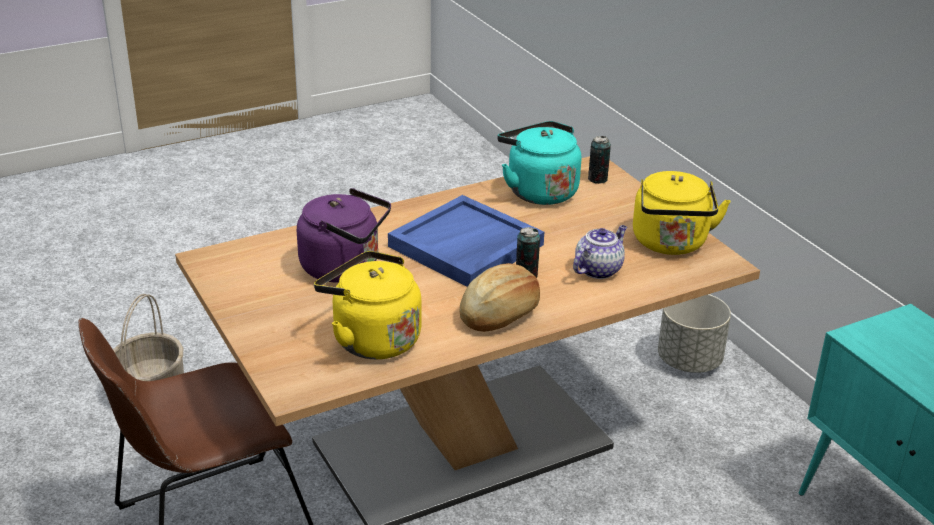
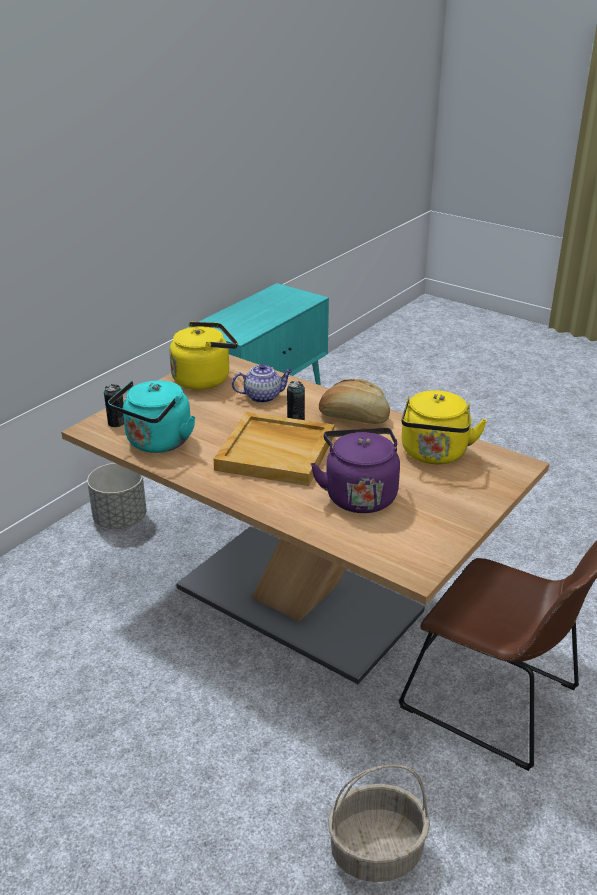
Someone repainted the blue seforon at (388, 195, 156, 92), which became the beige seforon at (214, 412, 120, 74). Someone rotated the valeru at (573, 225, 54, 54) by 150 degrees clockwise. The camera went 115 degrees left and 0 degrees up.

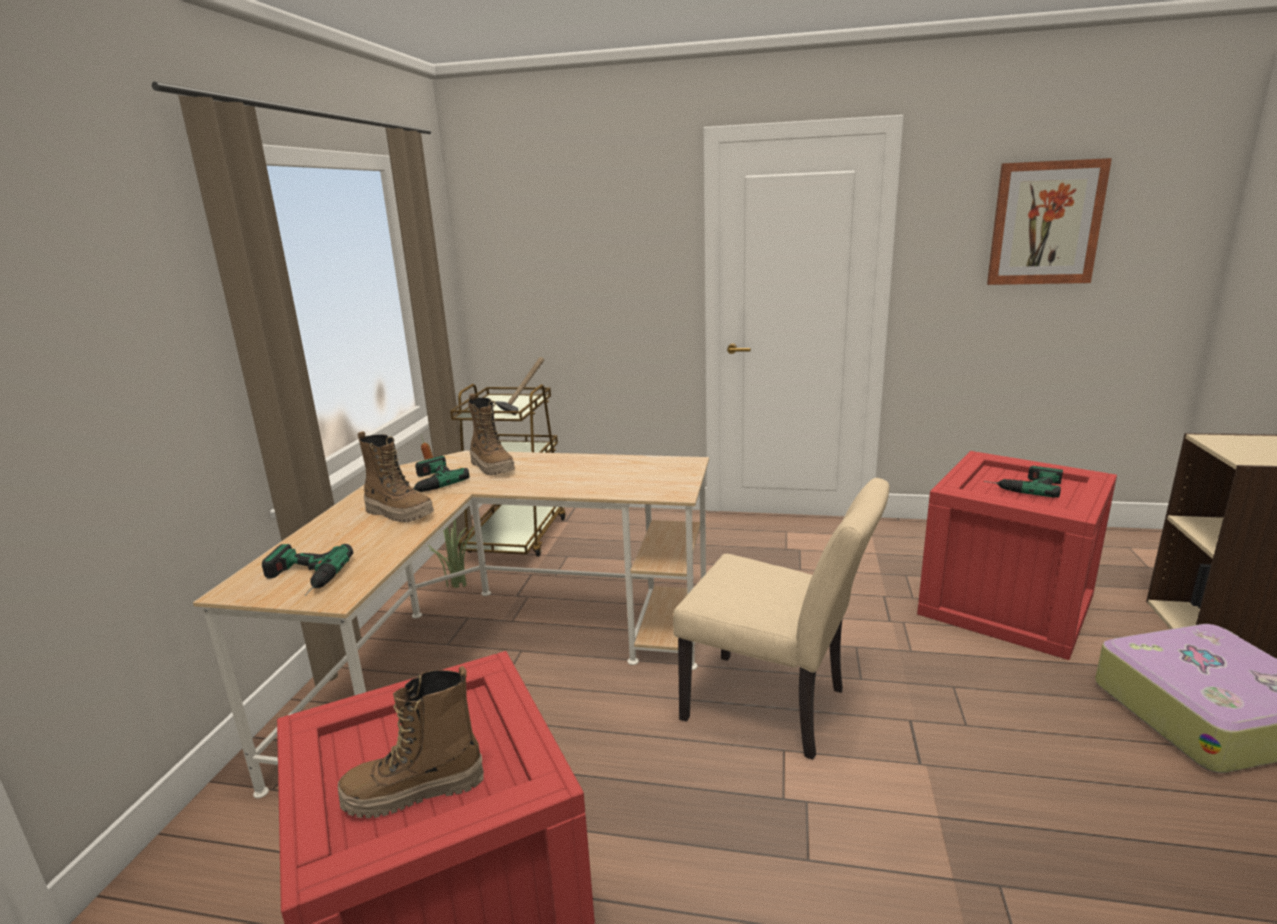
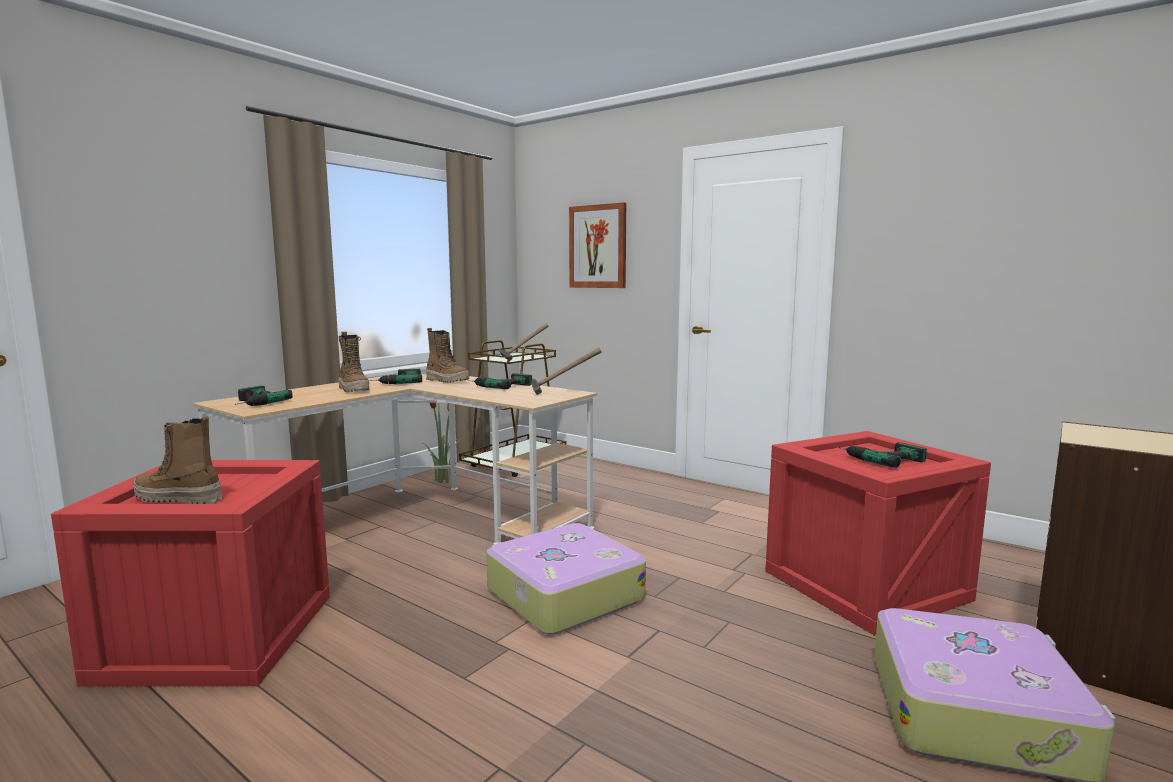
Someone put down the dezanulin at (468, 373, 64, 16). Someone put down the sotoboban at (531, 347, 71, 48). Someone carried the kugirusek from (987, 158, 125, 127) to (569, 202, 57, 86). Someone swapped the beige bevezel at (673, 478, 216, 282) for the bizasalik at (486, 523, 160, 112). Someone rotated the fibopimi at (468, 394, 47, 82) by 45 degrees counterclockwise. The camera went 25 degrees right and 10 degrees down.

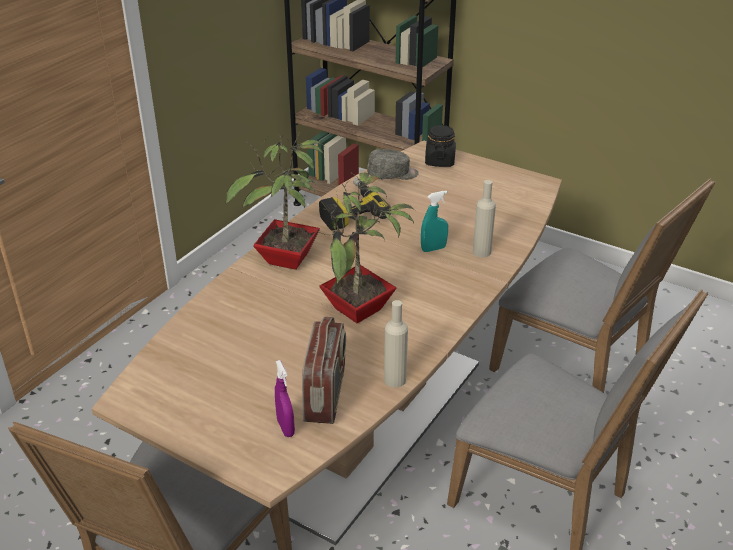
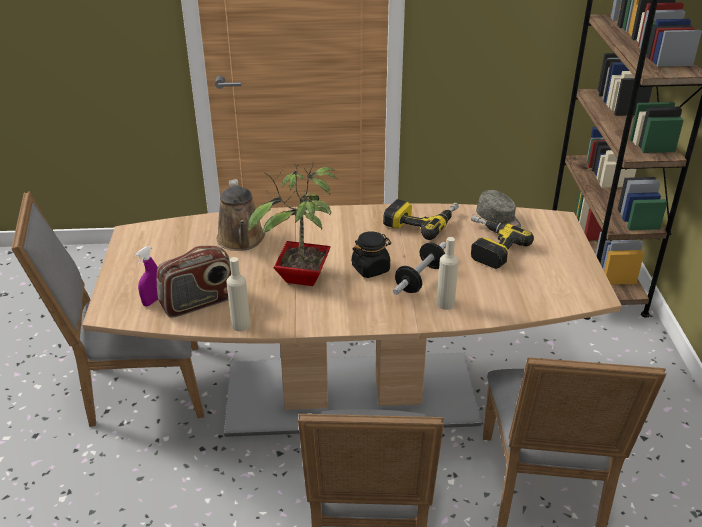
Someone took away the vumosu at (226, 132, 98, 138). Someone put down the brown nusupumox at (217, 179, 48, 72). Someone put down the dezanulin at (471, 215, 63, 54). Someone carried the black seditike from (425, 125, 31, 42) to (351, 231, 40, 47). Someone swapped the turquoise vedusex at (421, 191, 27, 61) for the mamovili at (393, 242, 53, 53). The camera went 55 degrees right and 0 degrees up.

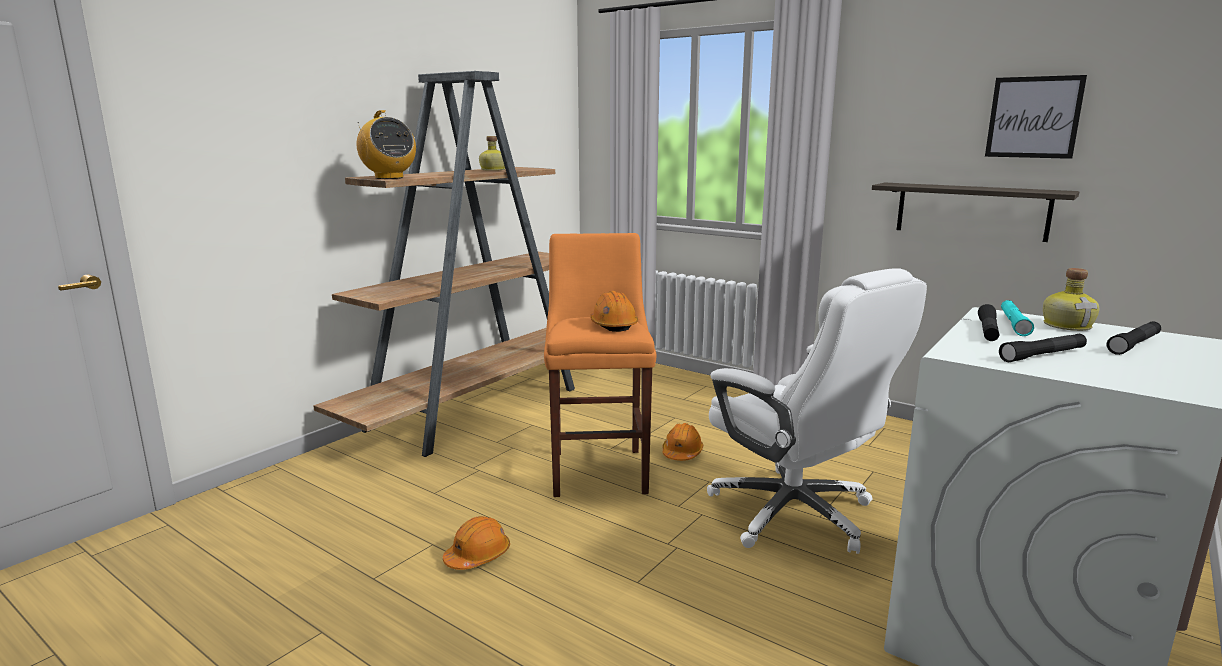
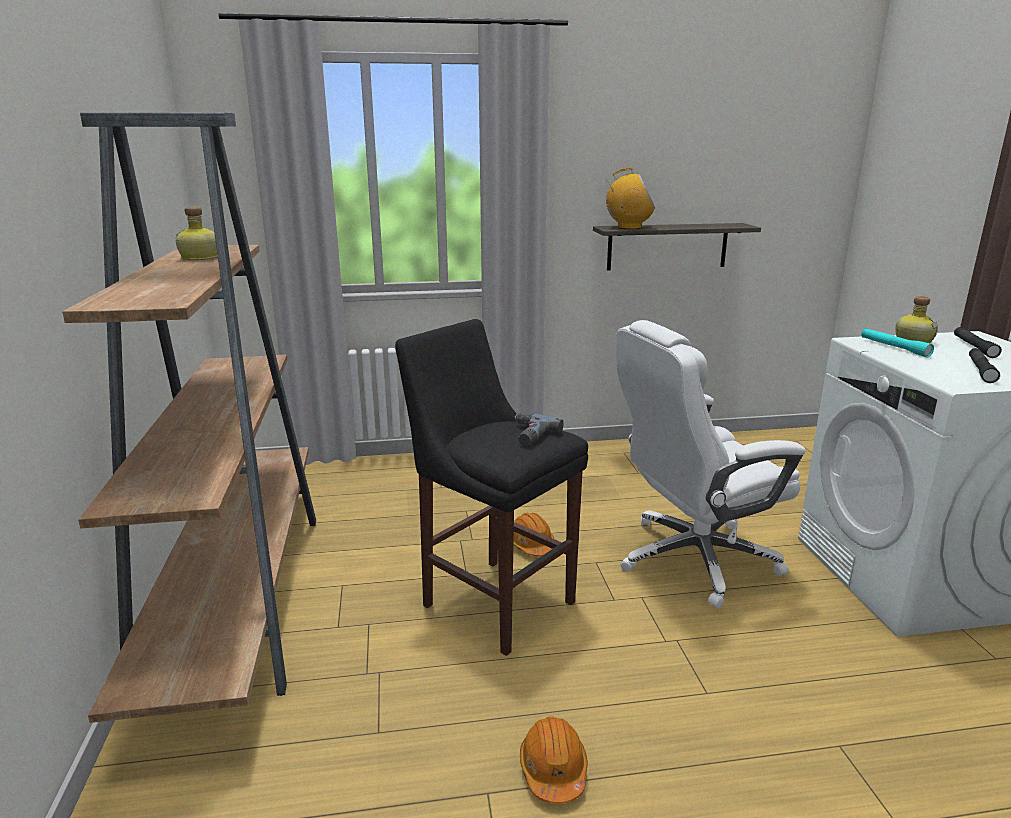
Someone took away the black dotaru at (978, 304, 21, 37). Someone took away the kugirusek at (985, 75, 102, 84). Someone carried the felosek from (357, 110, 59, 69) to (606, 168, 49, 61). Someone swapped the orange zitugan at (590, 291, 48, 41) for the dezanulin at (515, 412, 49, 34). Someone repainted the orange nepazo at (544, 233, 112, 264), which became the black nepazo at (395, 319, 193, 337). Someone rotated the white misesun at (707, 268, 220, 286) by 150 degrees clockwise. The camera went 45 degrees left and 5 degrees up.

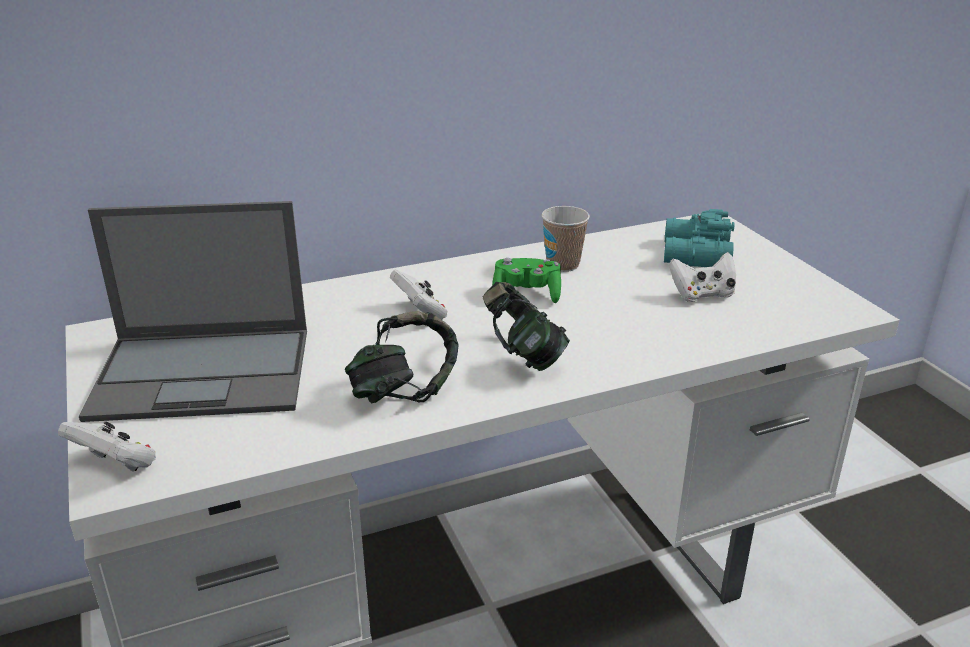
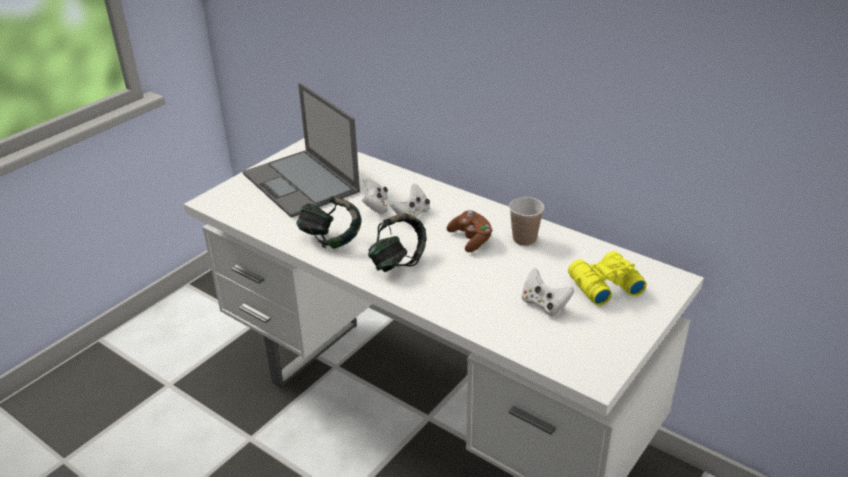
Someone carried the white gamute from (58, 422, 98, 50) to (362, 177, 26, 37). Someone repainted the green gamute at (492, 258, 69, 45), which became the brown gamute at (447, 211, 46, 41). Someone repainted the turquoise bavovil at (664, 209, 71, 58), which became the yellow bavovil at (568, 251, 79, 55). The camera went 60 degrees right and 5 degrees up.

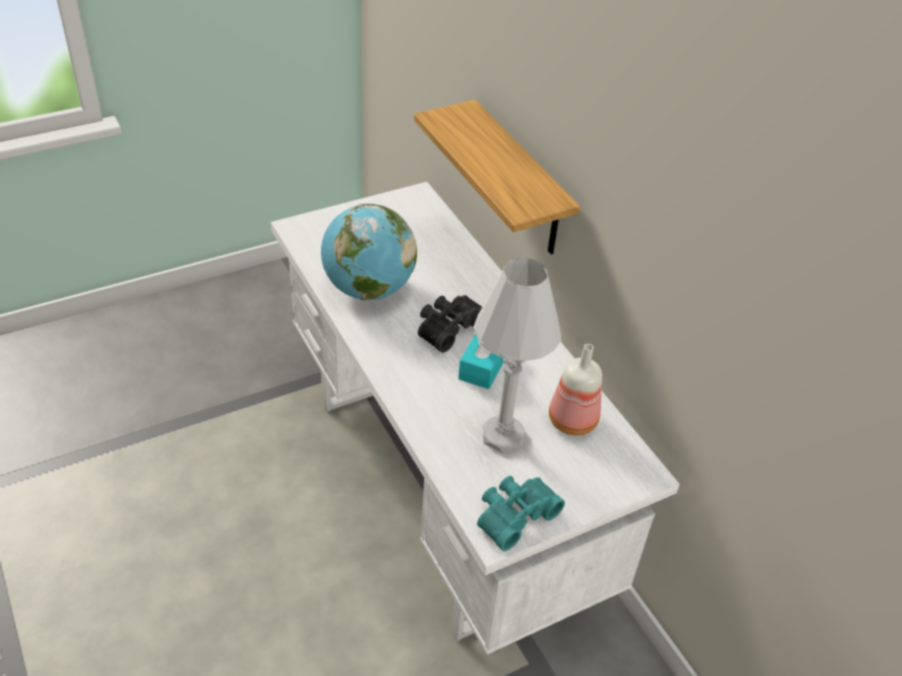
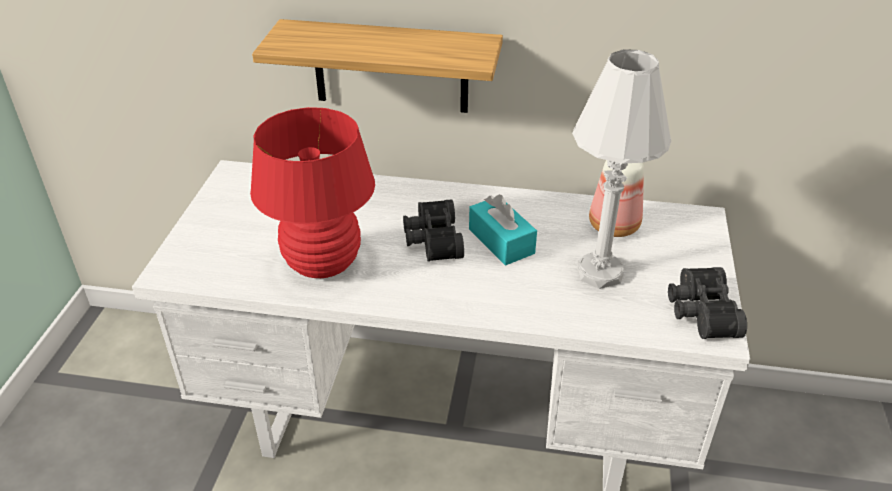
Someone swapped the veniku at (321, 204, 96, 96) for the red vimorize at (250, 107, 125, 171). Someone repainted the turquoise bavovil at (477, 476, 88, 75), which became the black bavovil at (668, 267, 79, 72). The camera went 50 degrees left and 5 degrees down.

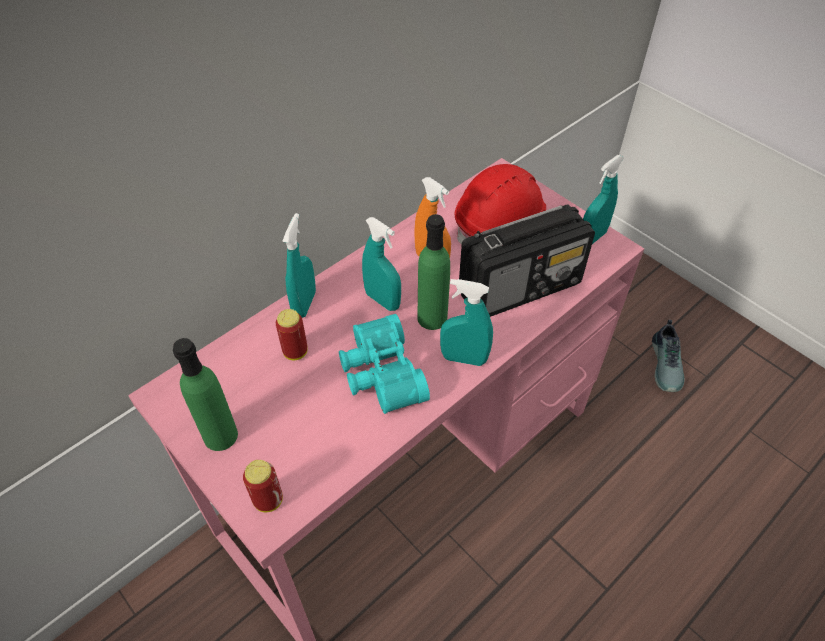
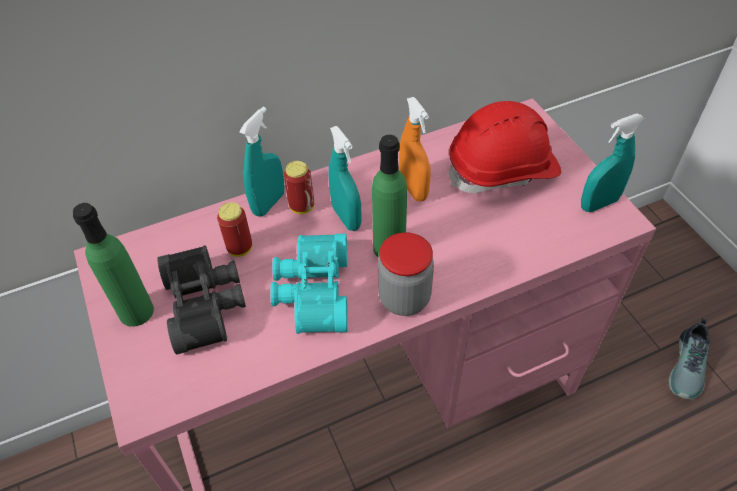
Someone took away the felosek at (459, 205, 136, 112). Someone put down the black bavovil at (157, 245, 89, 110). Someone carried the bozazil from (243, 460, 40, 52) to (284, 161, 30, 53). Someone swapped the turquoise vedusex at (440, 279, 53, 87) for the seditike at (378, 232, 56, 84). The camera went 20 degrees right and 0 degrees up.

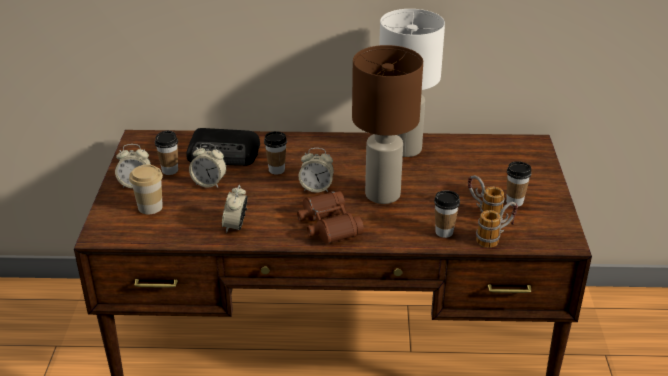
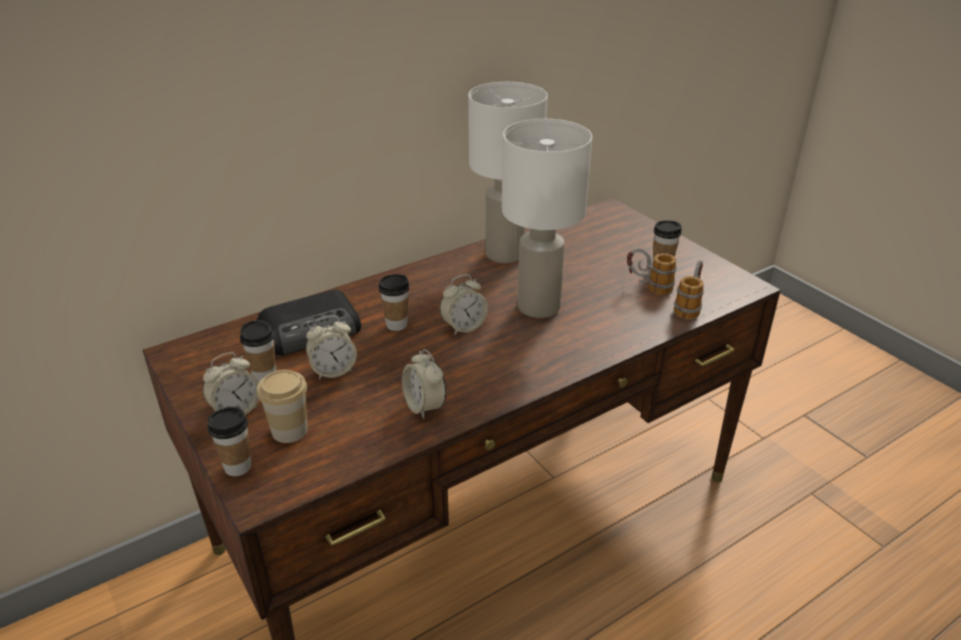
Someone took away the brown bavovil at (297, 191, 67, 53). Someone carried the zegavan from (434, 191, 26, 47) to (208, 407, 43, 69). Someone repainted the brown vimorize at (352, 45, 71, 159), which became the white vimorize at (502, 119, 90, 199). The camera went 35 degrees left and 0 degrees up.

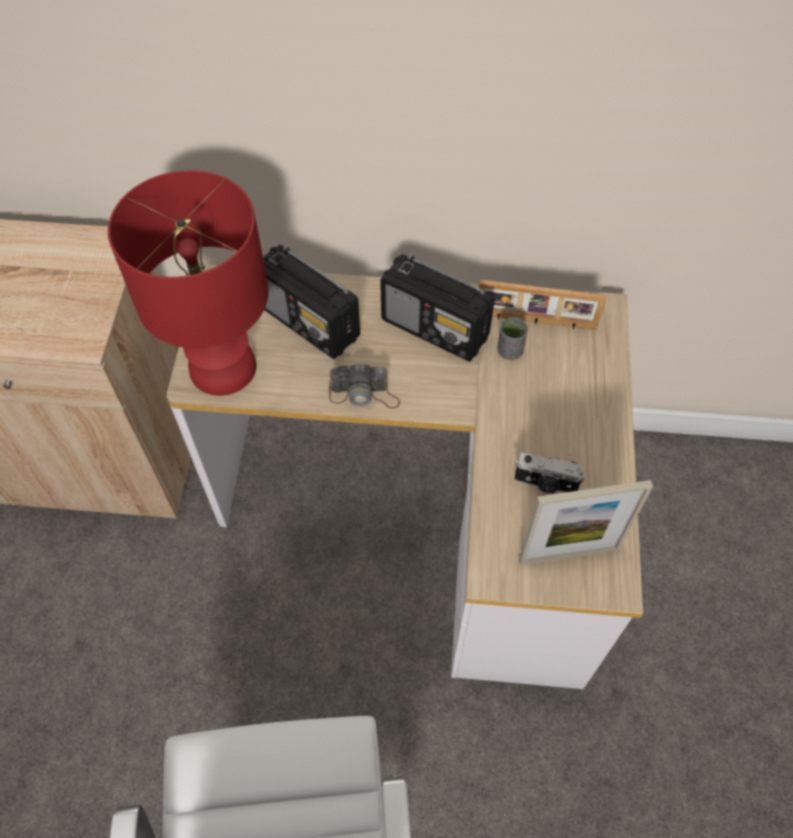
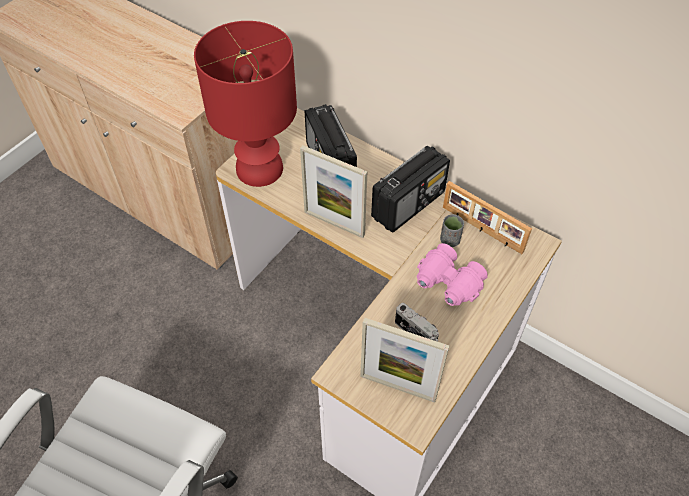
Someone put down the pink bavovil at (417, 243, 71, 63). Someone swapped the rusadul at (329, 363, 71, 46) for the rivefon at (300, 145, 67, 93). Someone rotated the felosek at (380, 254, 115, 108) by 105 degrees counterclockwise. The camera went 30 degrees right and 5 degrees down.

